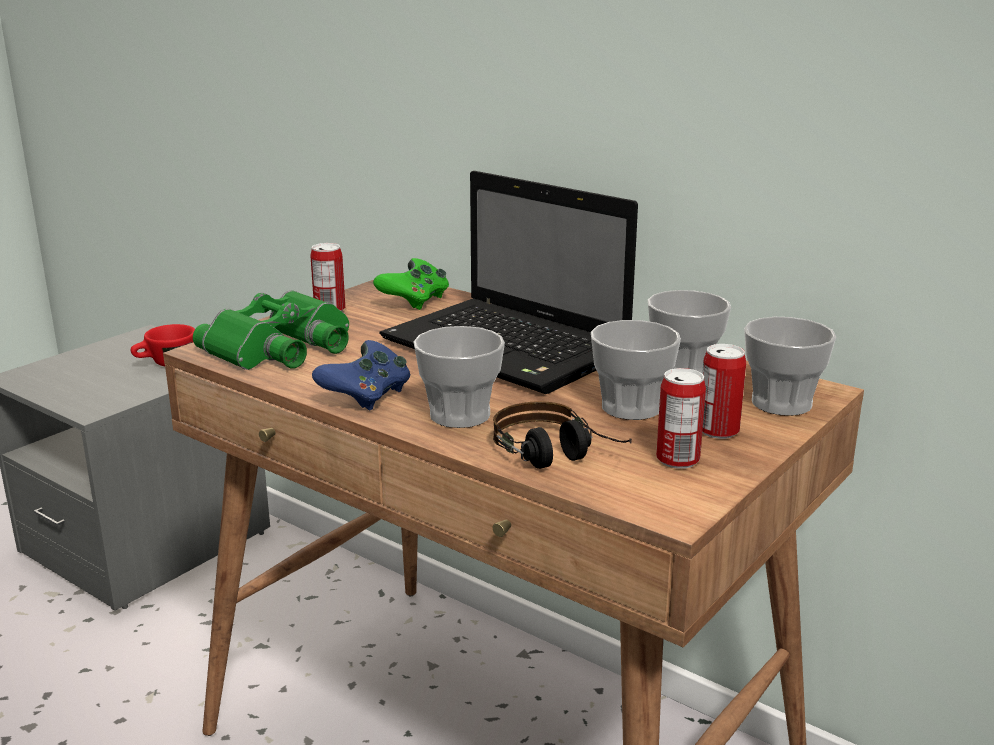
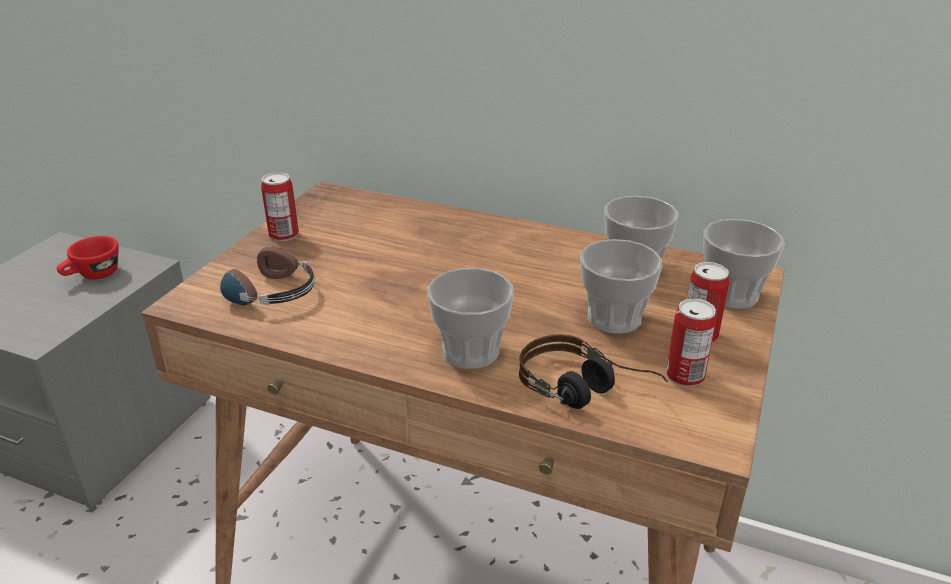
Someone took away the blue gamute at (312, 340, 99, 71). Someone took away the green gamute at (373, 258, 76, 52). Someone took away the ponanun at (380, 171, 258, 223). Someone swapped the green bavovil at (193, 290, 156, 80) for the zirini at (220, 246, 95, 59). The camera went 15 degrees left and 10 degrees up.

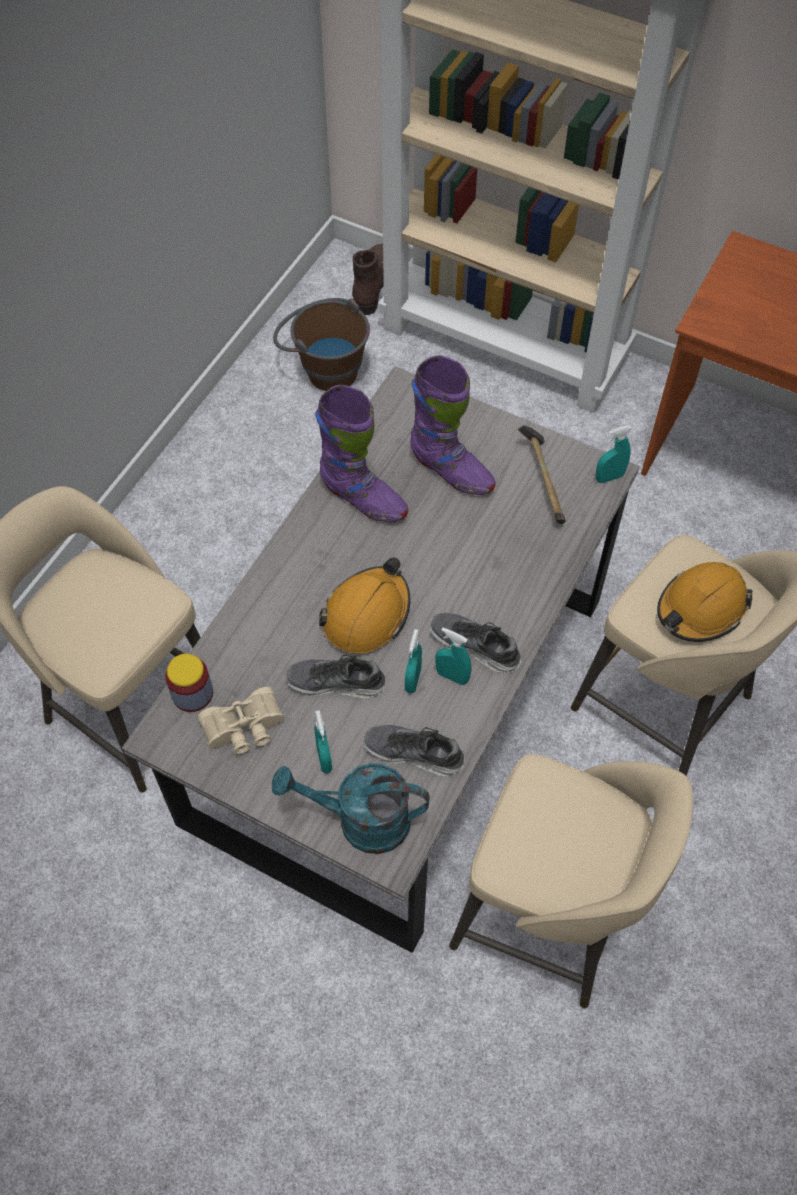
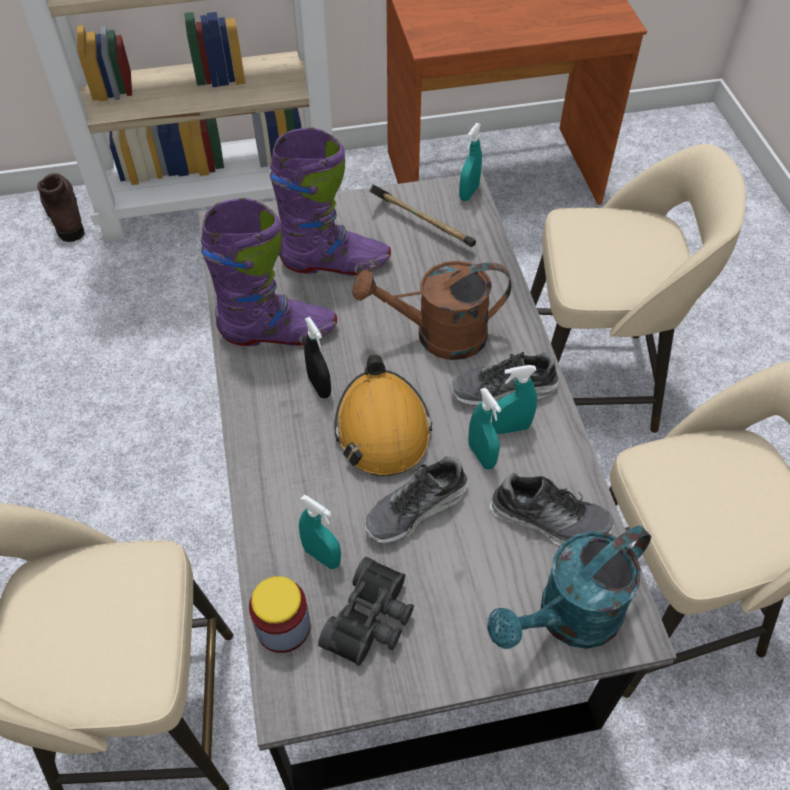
Someone took away the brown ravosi at (273, 298, 97, 93). Someone took away the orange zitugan at (657, 562, 95, 80). Someone put down the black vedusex at (304, 317, 27, 81). Someone put down the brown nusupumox at (353, 261, 159, 99). Someone carried the turquoise vedusex from (314, 710, 18, 64) to (299, 495, 42, 74). Someone repainted the beige bavovil at (198, 687, 86, 67), which became the black bavovil at (318, 557, 96, 109). Someone rotated the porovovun at (364, 725, 101, 51) by 135 degrees counterclockwise. The camera went 40 degrees left and 5 degrees down.

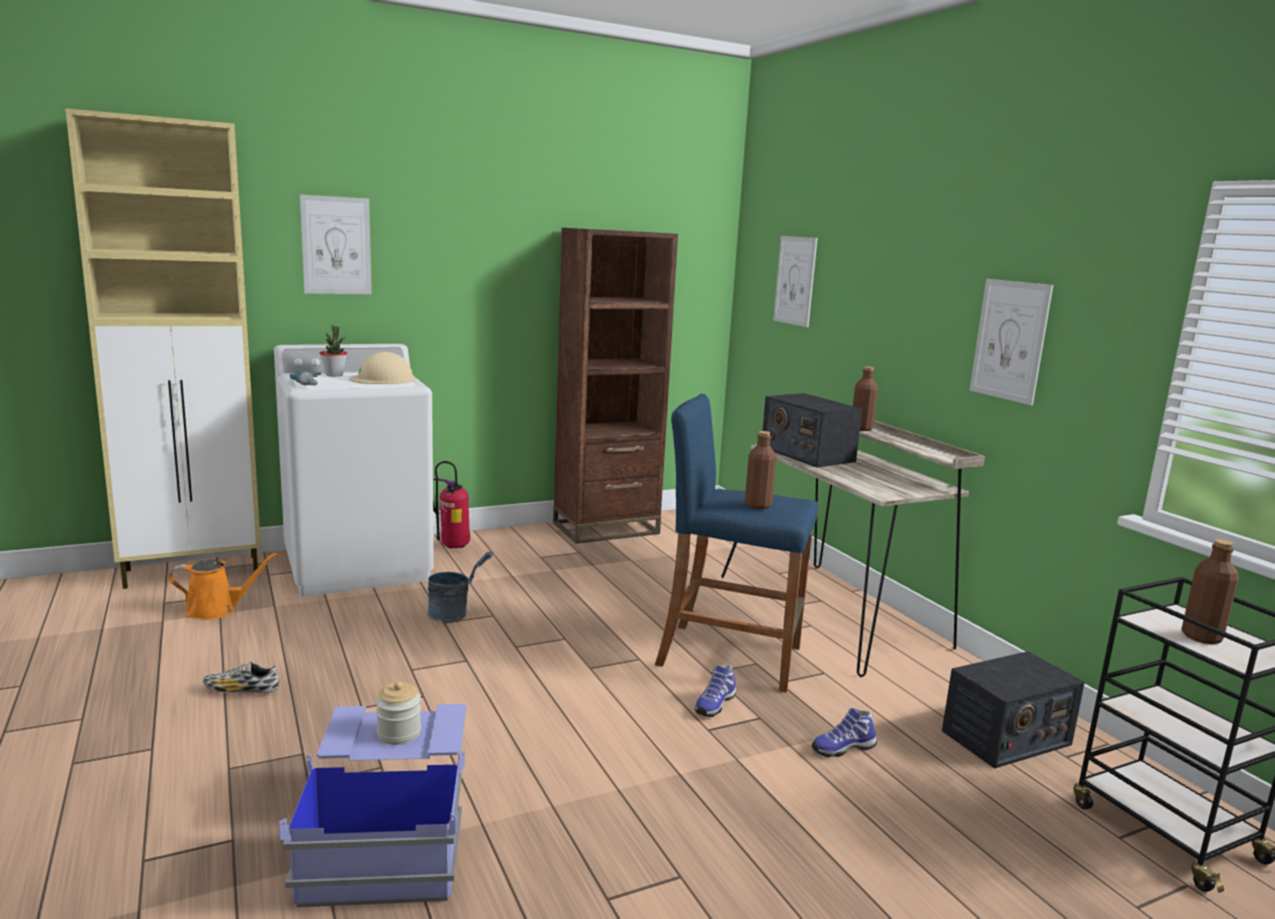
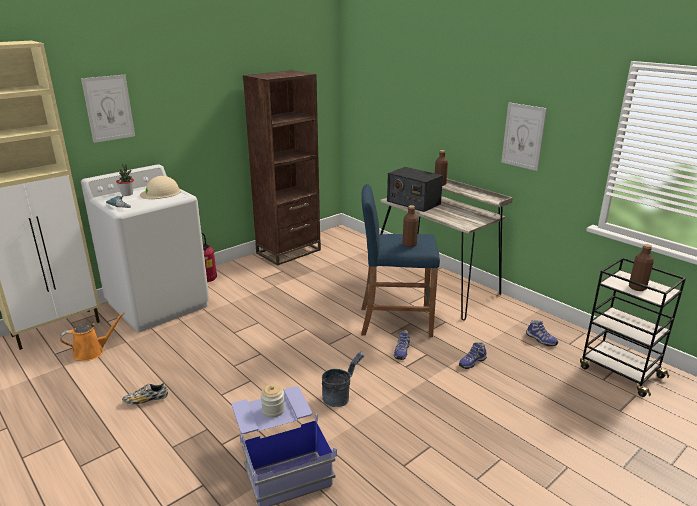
Someone took away the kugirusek at (773, 236, 44, 91). Someone carried the grey ravosi from (428, 551, 65, 71) to (322, 351, 42, 56). Someone swapped the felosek at (942, 651, 143, 118) for the porovovun at (526, 320, 32, 26). The camera went 15 degrees left and 10 degrees up.

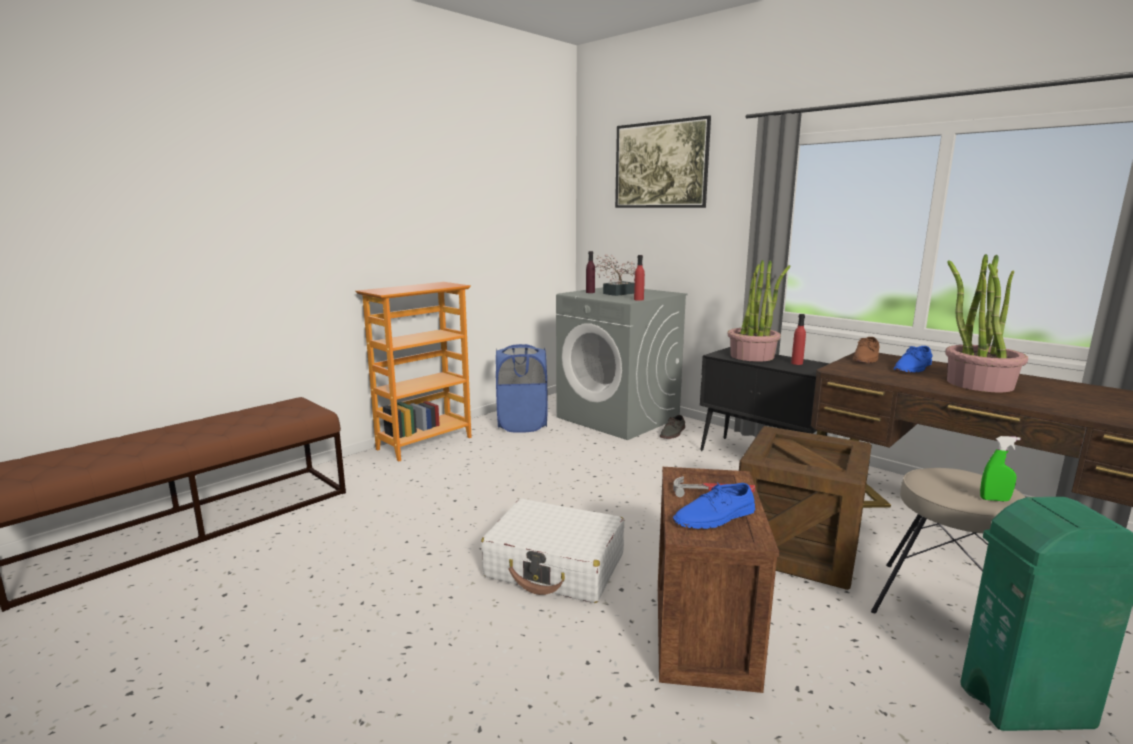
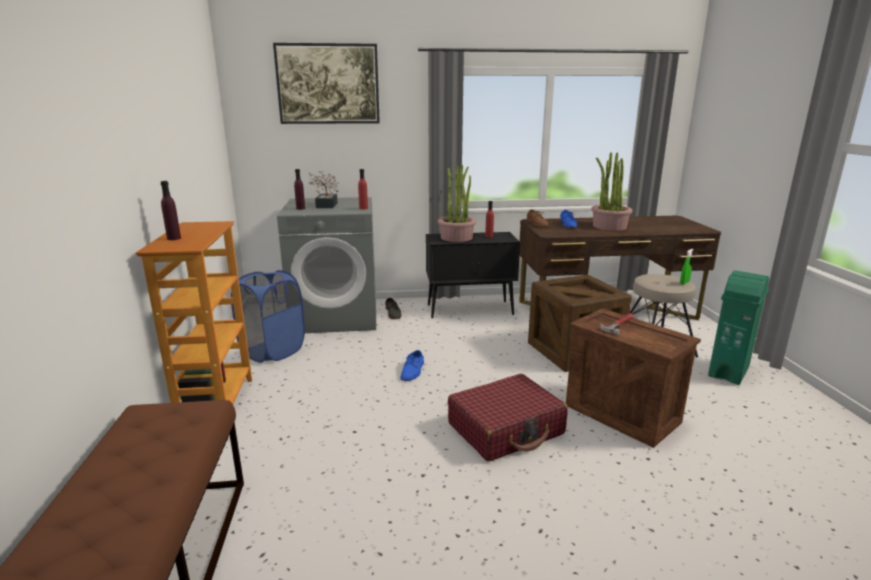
Someone put down the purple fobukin at (161, 181, 20, 59). Someone carried the blue porovovun from (673, 483, 82, 46) to (401, 350, 23, 31). Someone repainted the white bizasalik at (481, 499, 143, 104), which became the red bizasalik at (448, 374, 120, 88). The camera went 50 degrees left and 5 degrees up.

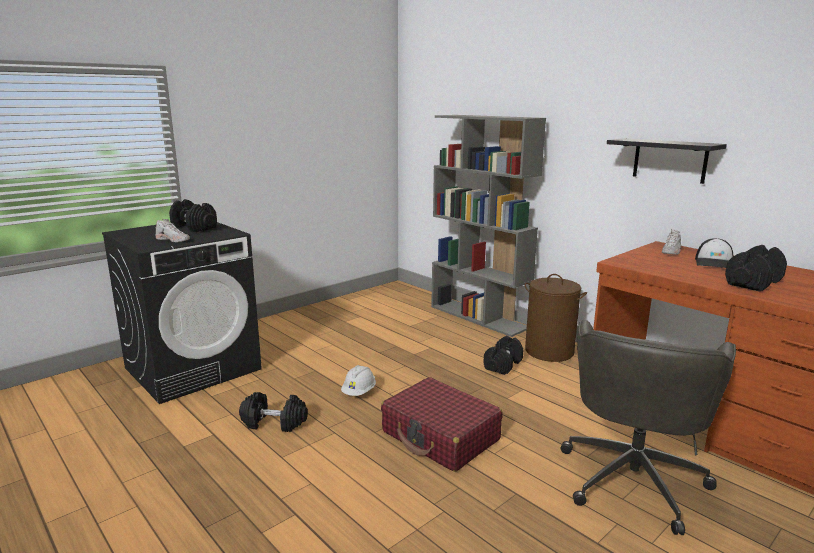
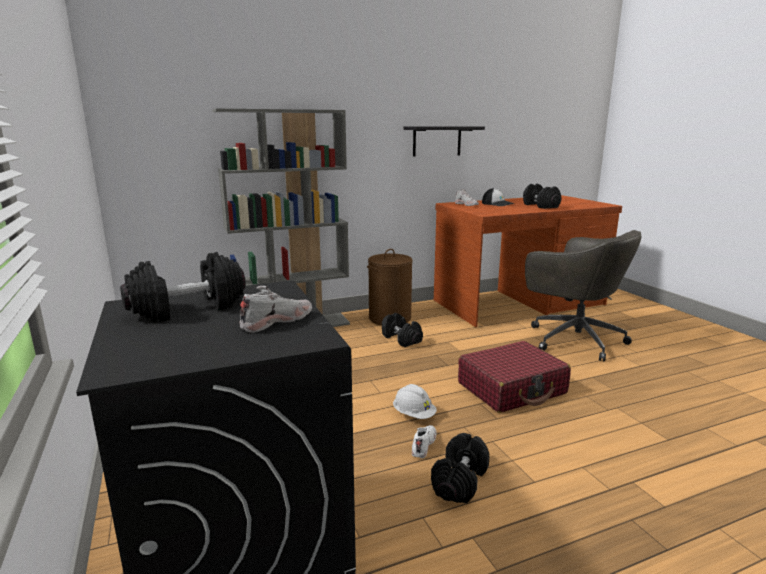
Someone put down the white porovovun at (412, 425, 24, 33). The camera went 70 degrees left and 0 degrees up.

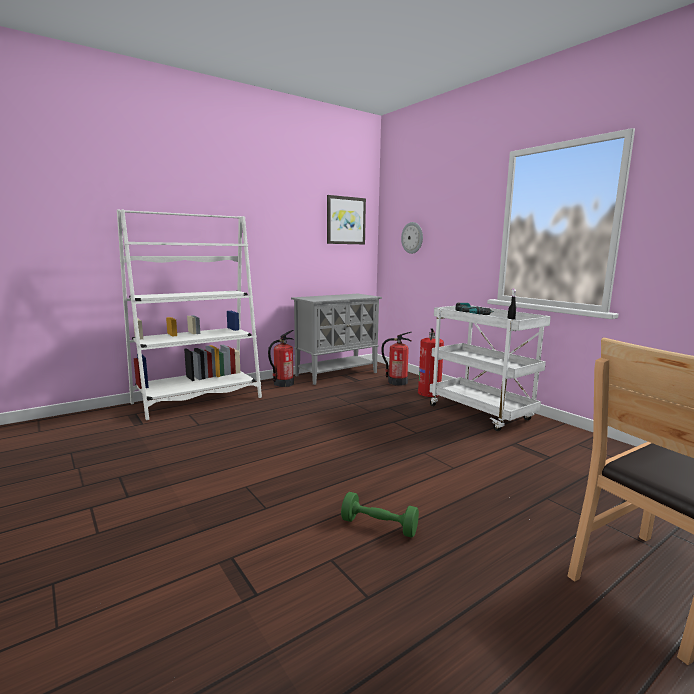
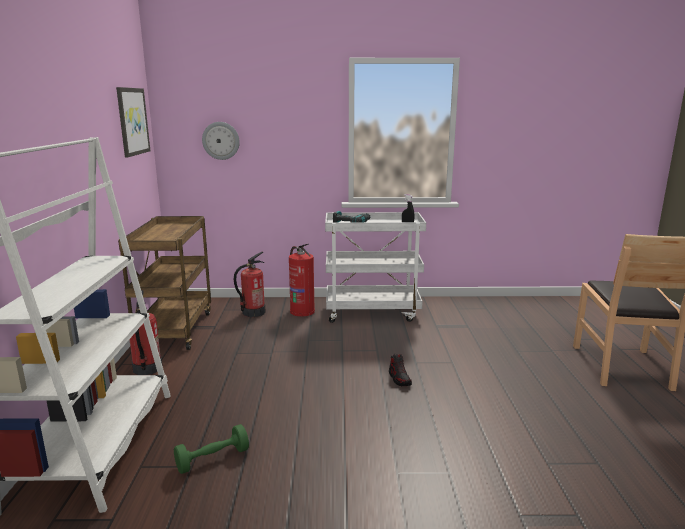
Someone put down the porovovun at (389, 354, 23, 32). Someone carried the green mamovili from (341, 492, 78, 46) to (174, 424, 75, 50). Someone swapped the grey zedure at (291, 294, 91, 91) for the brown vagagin at (118, 216, 93, 134). The camera went 55 degrees left and 5 degrees up.

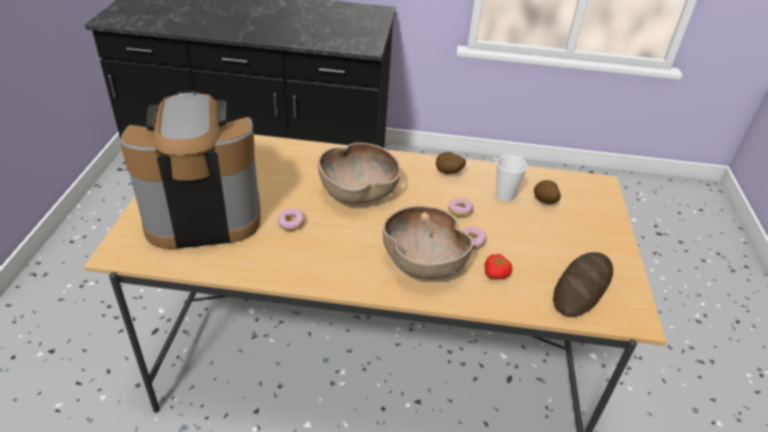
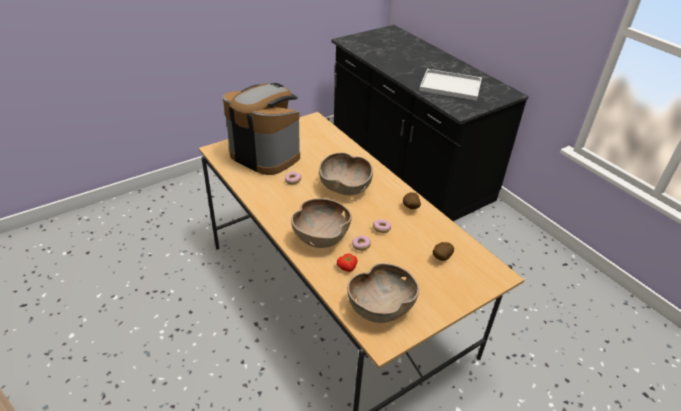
Someone took away the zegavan at (496, 155, 32, 46). Someone put down the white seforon at (419, 69, 63, 31). Someone swapped the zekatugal at (553, 252, 60, 65) for the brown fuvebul at (347, 263, 72, 60). The camera went 50 degrees right and 0 degrees up.

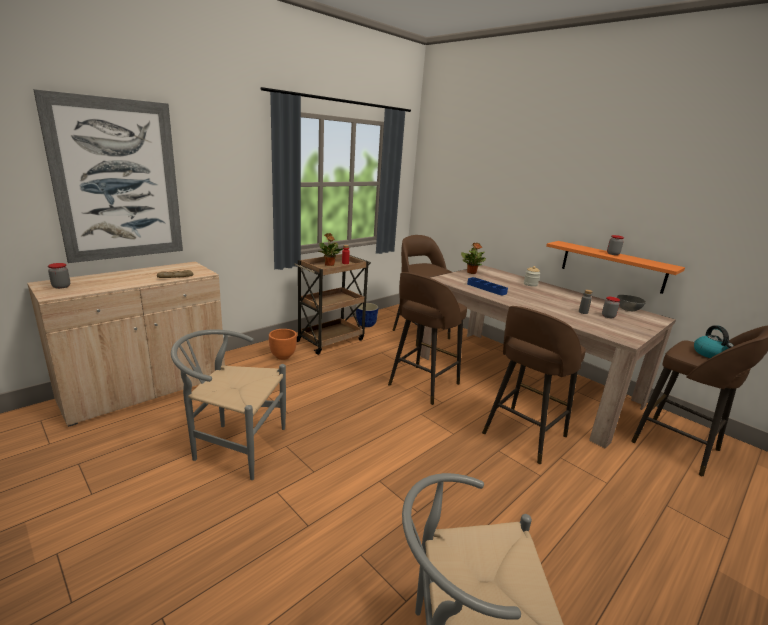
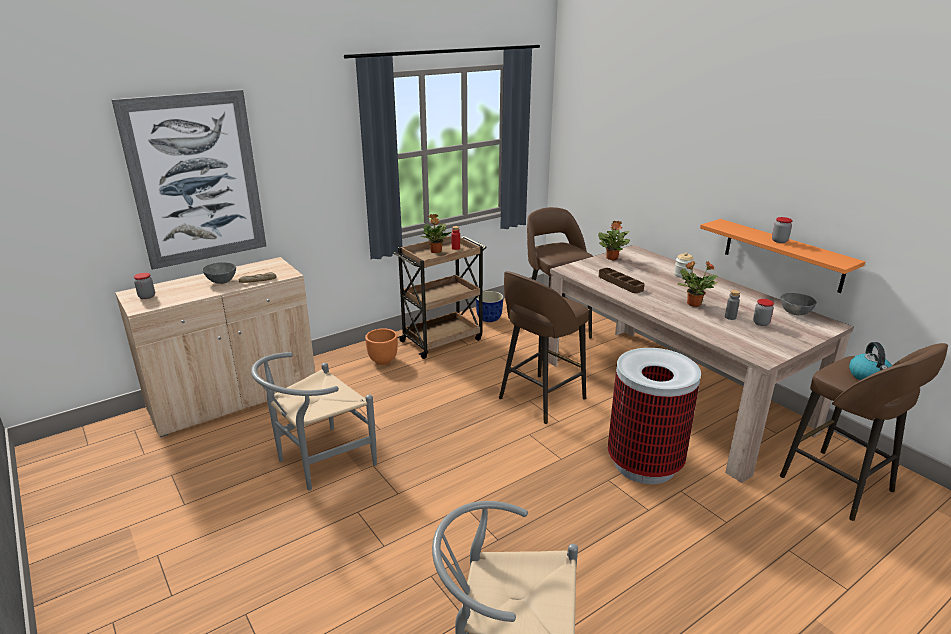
Someone put down the grey fuvebul at (202, 262, 34, 22). Someone put down the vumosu at (678, 261, 40, 46). Someone swapped the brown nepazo at (482, 306, 104, 158) for the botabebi at (608, 348, 93, 136). Someone repainted the blue seforon at (467, 277, 41, 18), which became the brown seforon at (598, 268, 46, 25). Someone rotated the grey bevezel at (171, 330, 115, 150) by 60 degrees counterclockwise. The camera went 10 degrees right and 5 degrees up.

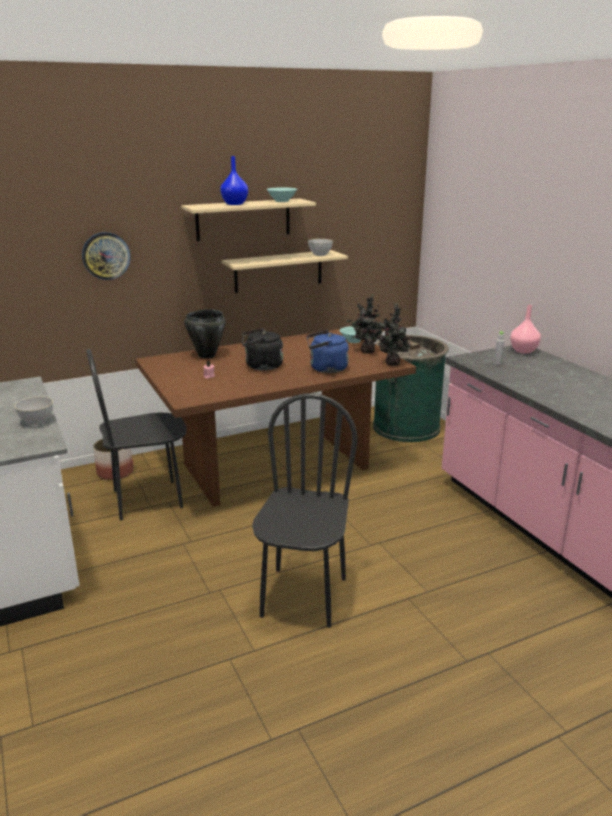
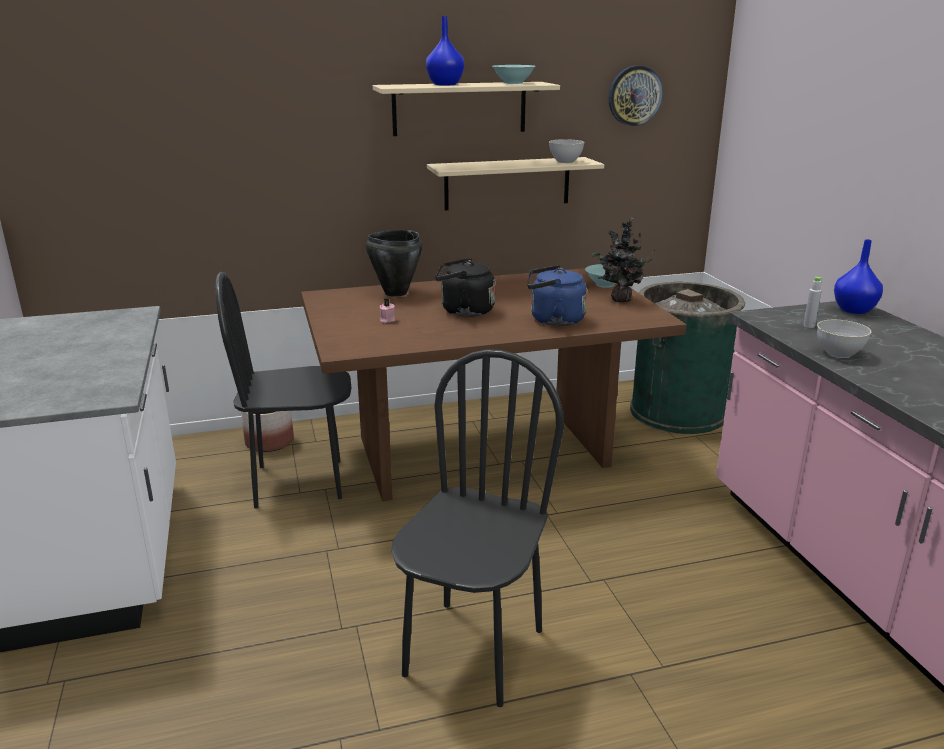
Someone took away the vumosu at (378, 303, 34, 63). Someone carried the grey fuvebul from (14, 396, 39, 29) to (817, 320, 54, 38). Someone carried the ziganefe from (82, 232, 49, 48) to (609, 65, 54, 61). Someone repainted the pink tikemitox at (510, 305, 31, 49), which became the blue tikemitox at (834, 239, 49, 75). The camera went 10 degrees right and 0 degrees up.

